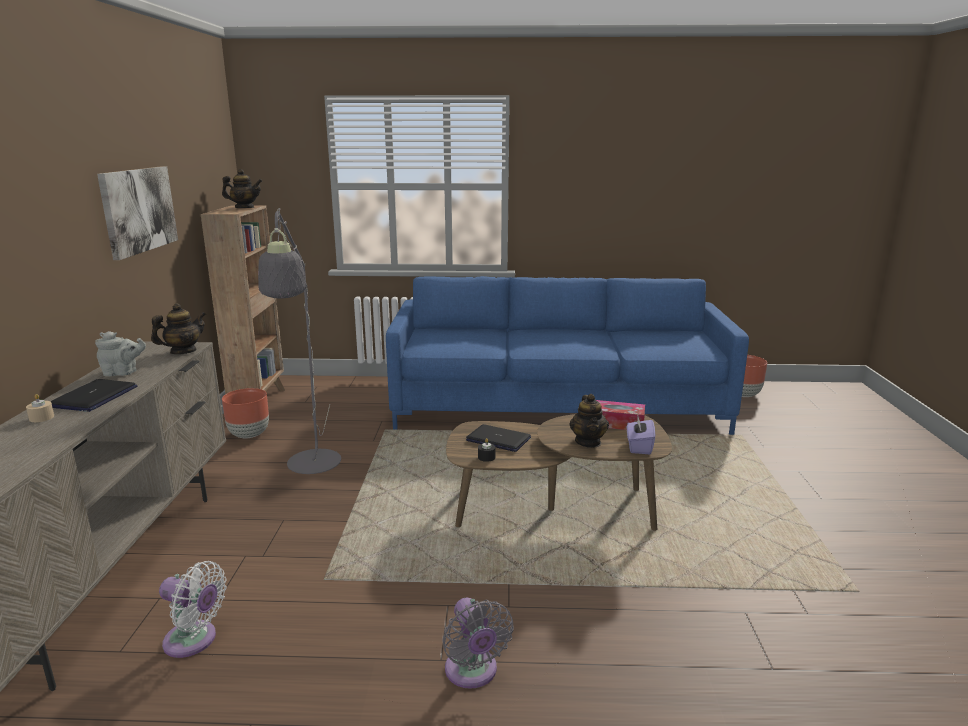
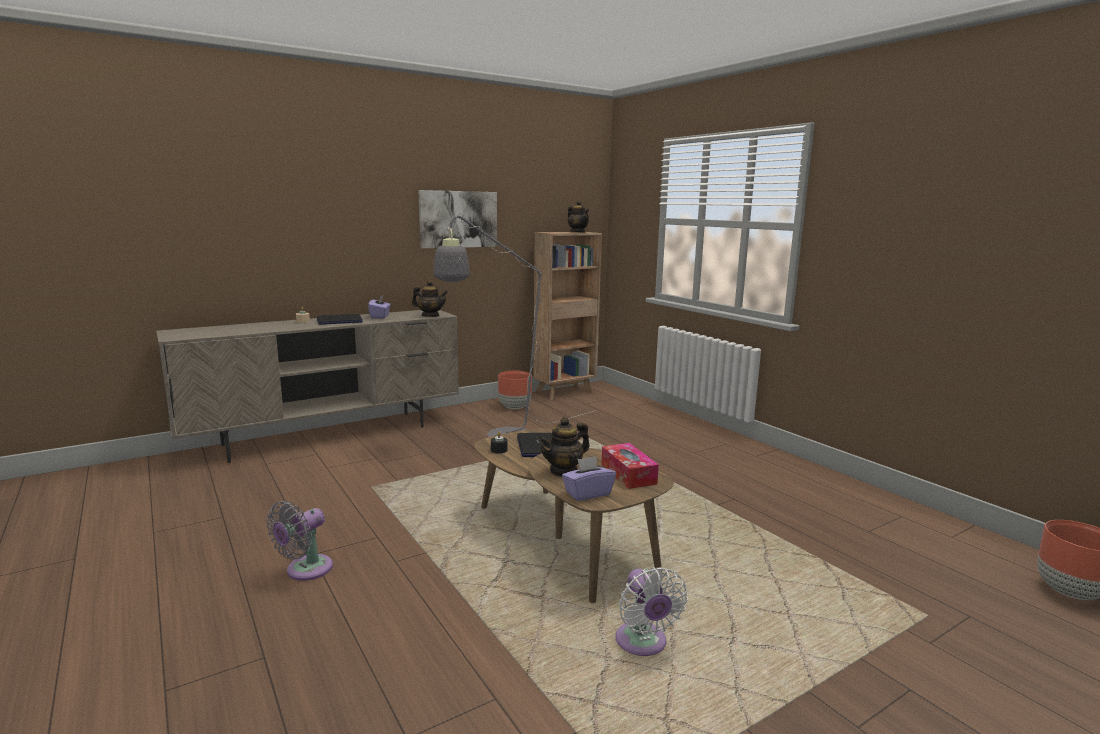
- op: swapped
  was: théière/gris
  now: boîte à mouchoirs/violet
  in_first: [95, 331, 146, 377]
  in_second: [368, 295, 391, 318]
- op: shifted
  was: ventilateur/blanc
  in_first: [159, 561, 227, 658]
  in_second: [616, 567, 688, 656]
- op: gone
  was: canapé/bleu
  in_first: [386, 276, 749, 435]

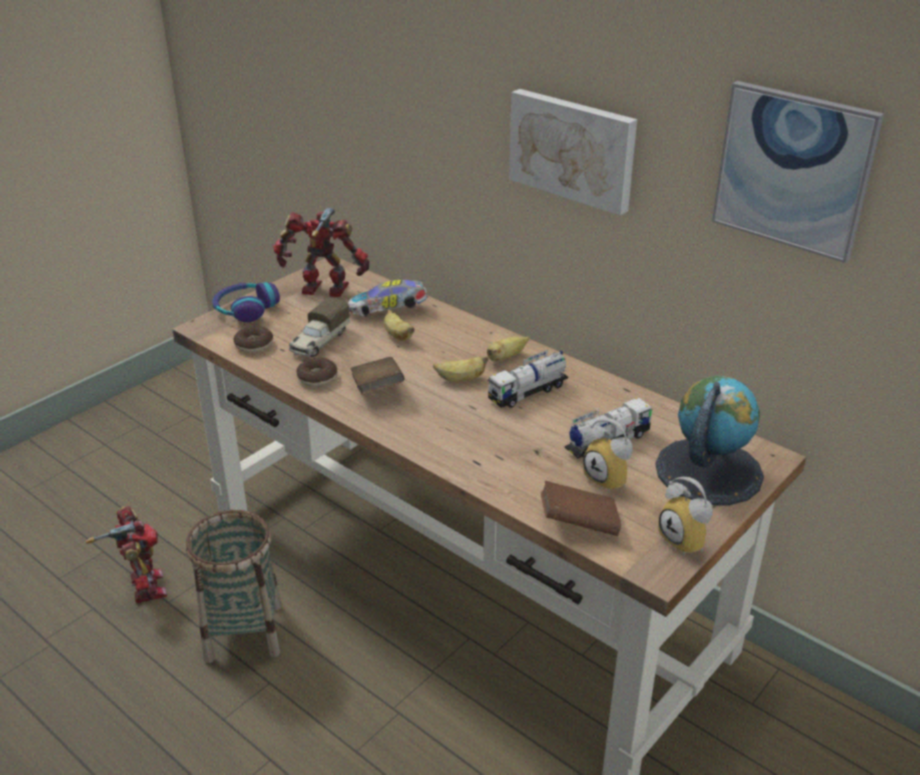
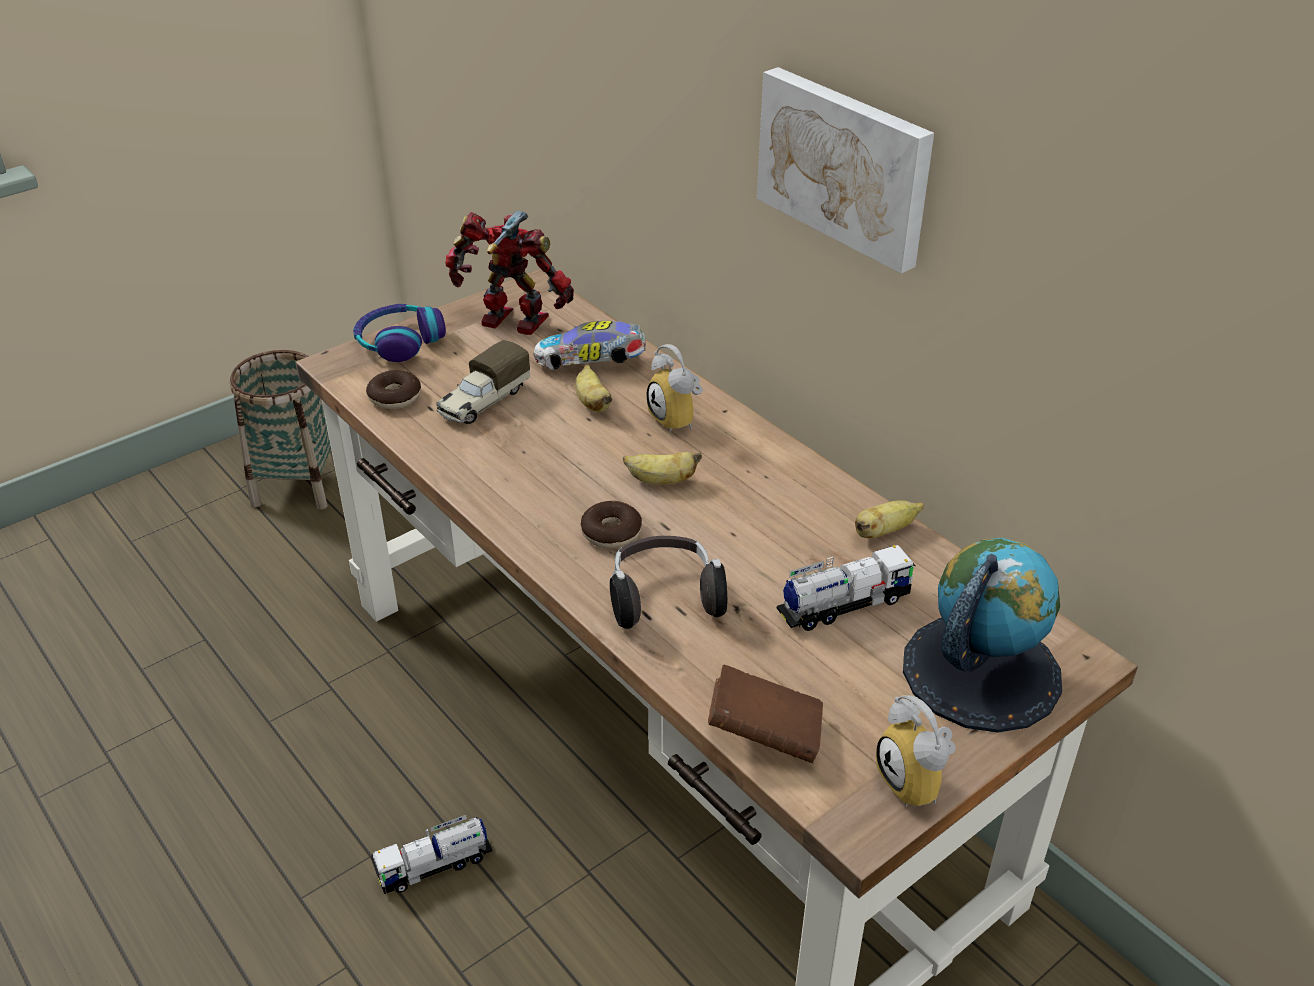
- op: shifted
  was: panier
  in_first: [186, 510, 282, 663]
  in_second: [230, 350, 335, 510]
- op: shifted
  was: camion jouet
  in_first: [488, 350, 568, 408]
  in_second: [370, 815, 493, 894]
- op: shifted
  was: beignet
  in_first: [296, 357, 338, 387]
  in_second: [581, 501, 642, 549]
- op: new
  now: casque audio
  in_second: [610, 536, 727, 629]
- op: shifted
  was: réveil
  in_first: [583, 418, 633, 493]
  in_second: [647, 344, 703, 433]
- op: shifted
  was: banane
  in_first: [487, 336, 529, 361]
  in_second: [855, 500, 924, 538]
- op: gone
  was: robot jouet
  in_first: [86, 506, 167, 603]
- op: gone
  was: livre/marron
  in_first: [351, 357, 405, 395]
- op: gone
  was: tableau
  in_first: [712, 81, 884, 263]

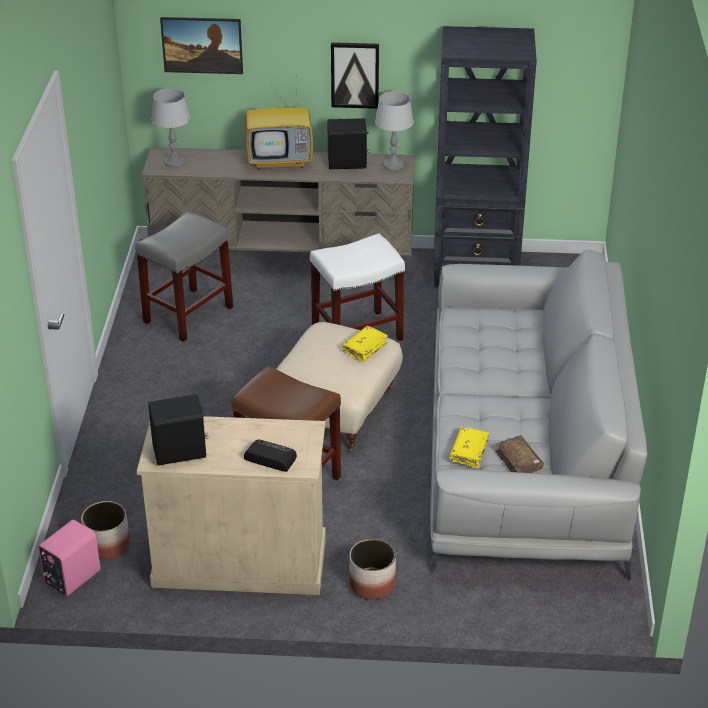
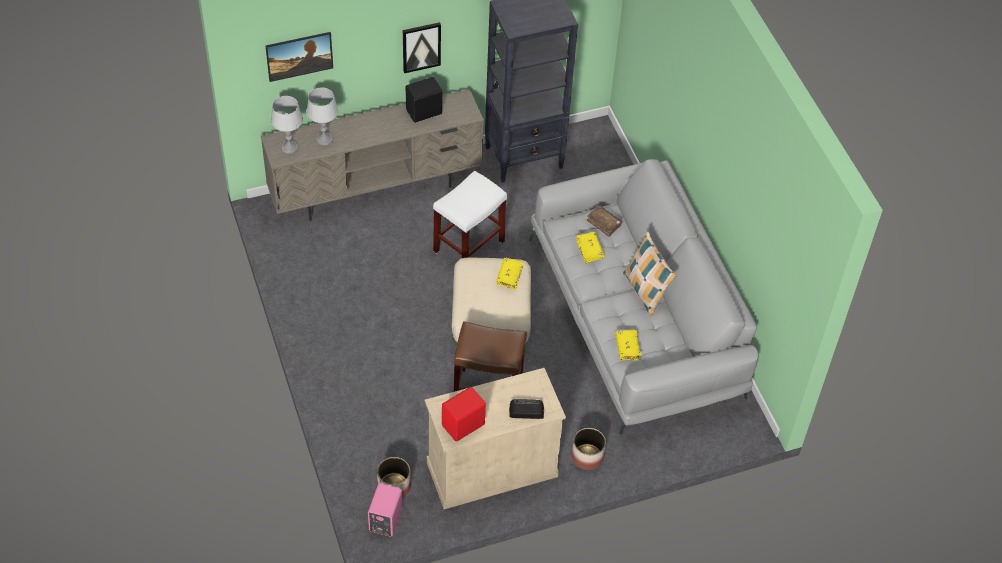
- op: shifted
  was: lampe de table/gris
  in_first: [375, 91, 414, 171]
  in_second: [306, 87, 338, 146]
- op: repainted
  was: enceinte/noir
  now: enceinte/rouge
  in_first: [148, 394, 209, 465]
  in_second: [442, 387, 486, 442]
- op: new
  now: livre/jaune
  in_second: [576, 232, 605, 264]
- op: shifted
  was: livre/marron
  in_first: [495, 436, 544, 473]
  in_second: [587, 206, 622, 237]
- op: new
  now: coussin
  in_second: [623, 231, 676, 316]
- op: gone
  was: tabouret/gris
  in_first: [135, 212, 233, 342]
- op: gone
  was: téléviseur
  in_first: [245, 83, 313, 170]

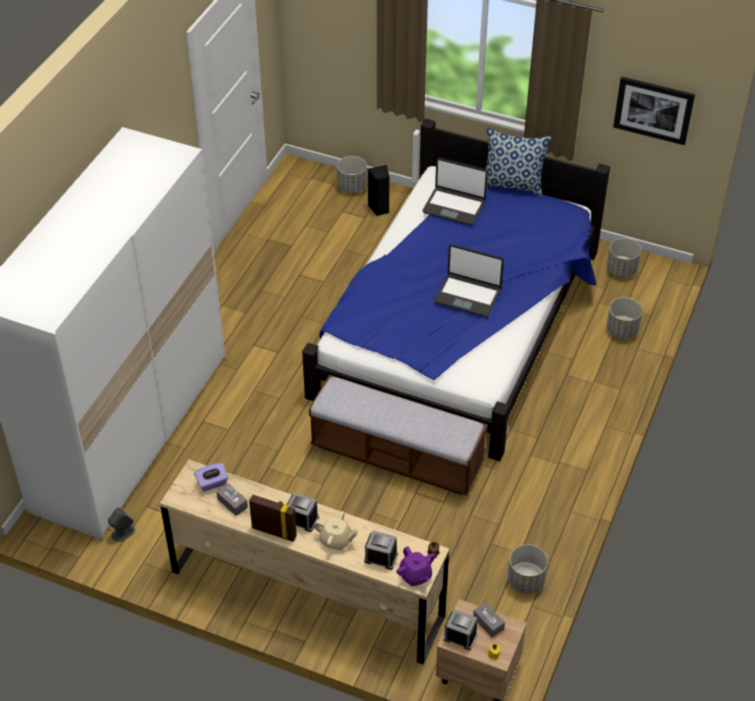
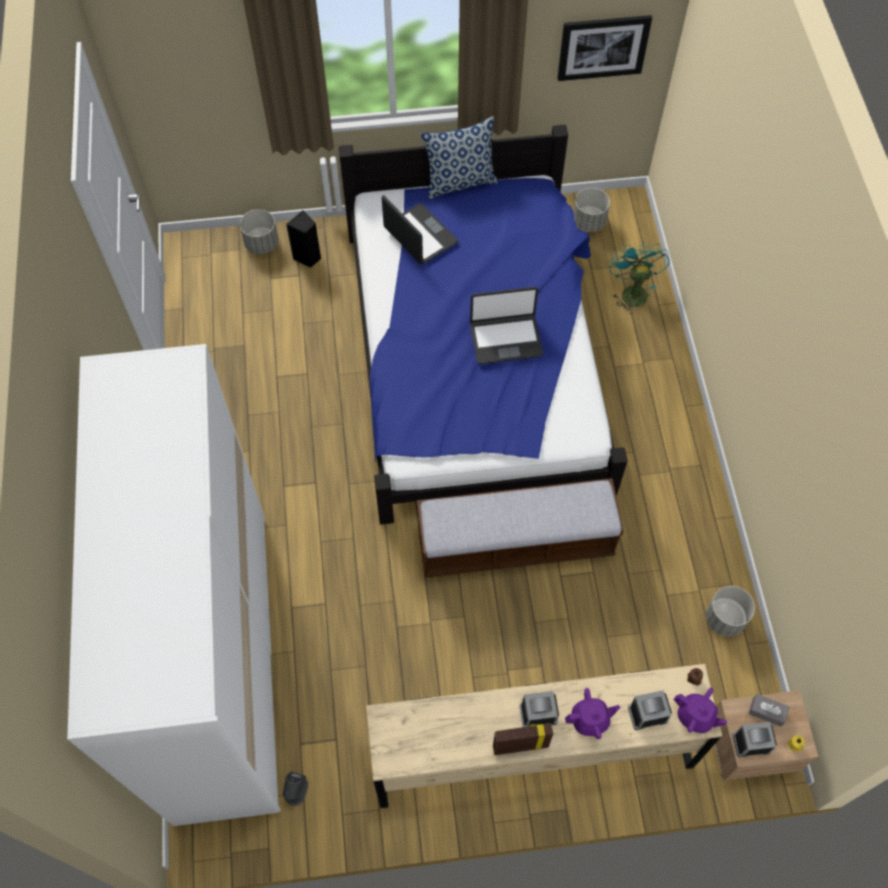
- op: rotated
  was: ordinateur portable
  in_first: [422, 158, 488, 225]
  in_second: [382, 195, 458, 264]
  clockwise: -120
- op: repainted
  was: théière/beige
  now: théière/violet
  in_first: [314, 511, 358, 550]
  in_second: [565, 688, 620, 739]
- op: swapped
  was: cache-pot/gris
  now: ventilateur/turquoise
  in_first: [607, 297, 643, 339]
  in_second: [610, 243, 670, 314]
- op: gone
  was: boîte à mouchoirs/violet
  in_first: [194, 463, 228, 492]
- op: gone
  was: boîte à mouchoirs/gris
  in_first: [217, 483, 248, 516]

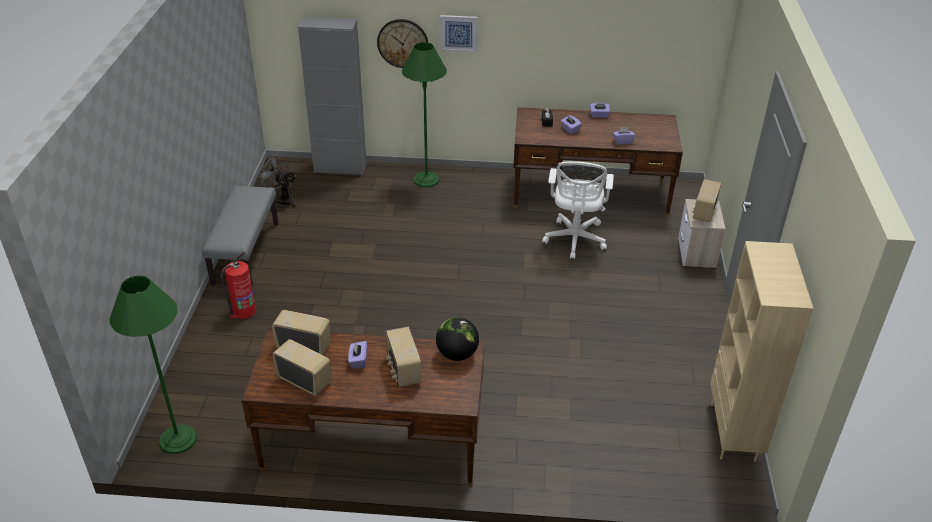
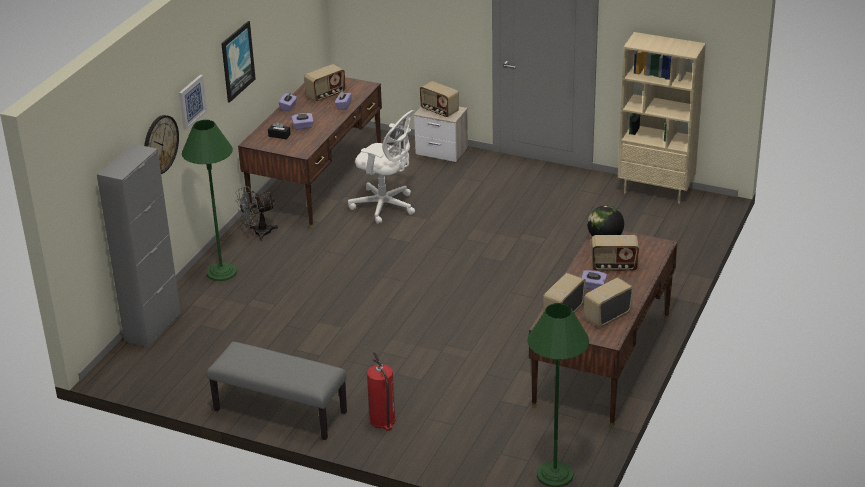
- op: new
  now: tableau
  in_second: [221, 21, 256, 103]
- op: shifted
  was: ventilateur/gris
  in_first: [257, 152, 296, 208]
  in_second: [235, 186, 278, 241]
- op: new
  now: radio
  in_second: [304, 64, 345, 101]

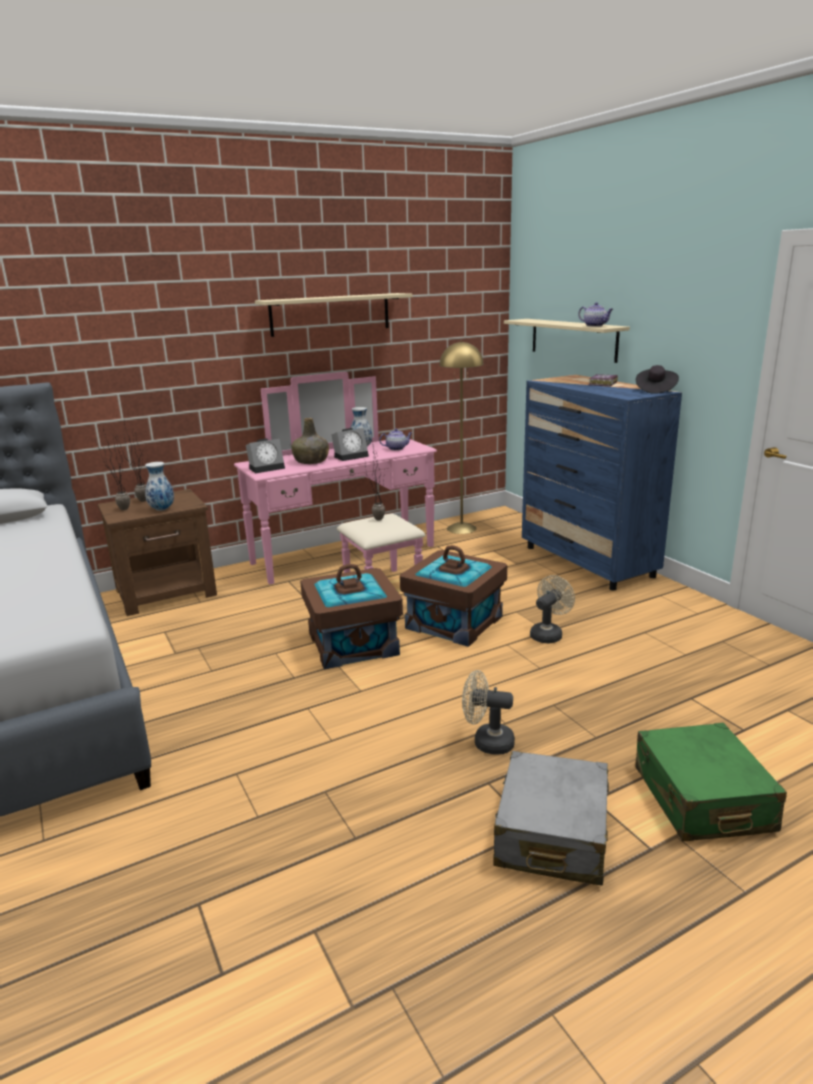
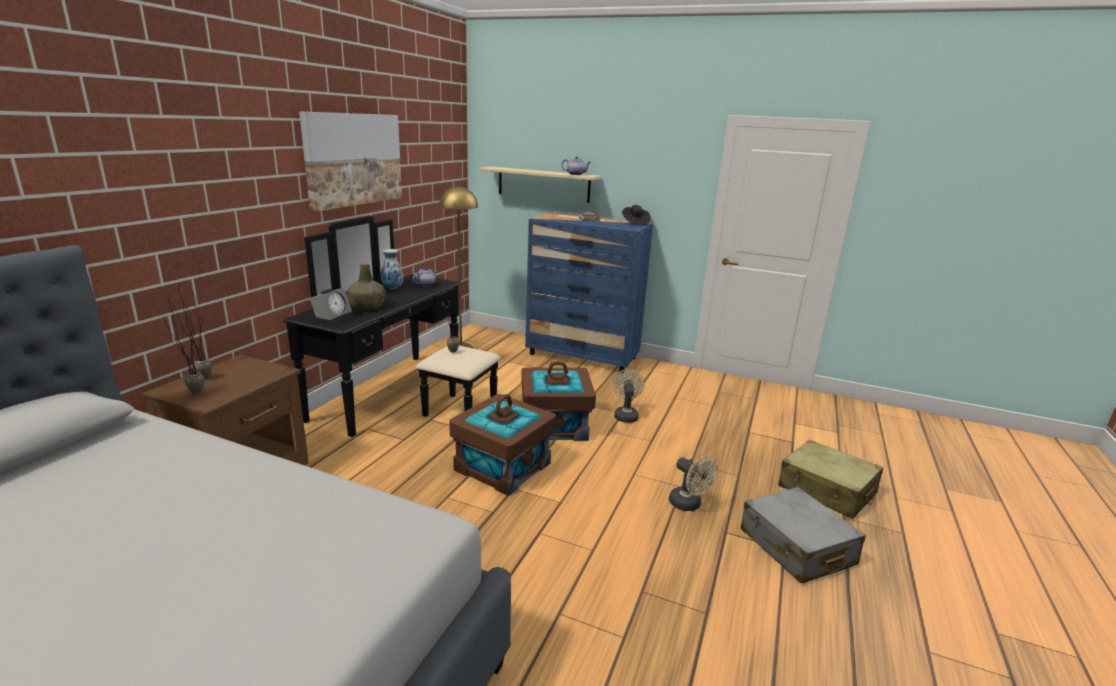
- op: repainted
  was: commode/rose
  now: commode/noir
  in_first: [234, 372, 437, 585]
  in_second: [284, 216, 500, 437]
- op: swapped
  was: étagère/beige
  now: tableau
  in_first: [255, 293, 413, 337]
  in_second: [299, 111, 402, 212]
- op: rotated
  was: ventilateur/beige
  in_first: [462, 670, 515, 755]
  in_second: [669, 455, 718, 511]
  clockwise: -105
- op: repainted
  was: valise/vert
  now: valise/beige
  in_first: [635, 723, 787, 841]
  in_second: [778, 440, 883, 519]
- op: gone
  was: vase
  in_first: [145, 462, 174, 511]
- op: gone
  was: réveil
  in_first: [331, 428, 369, 461]

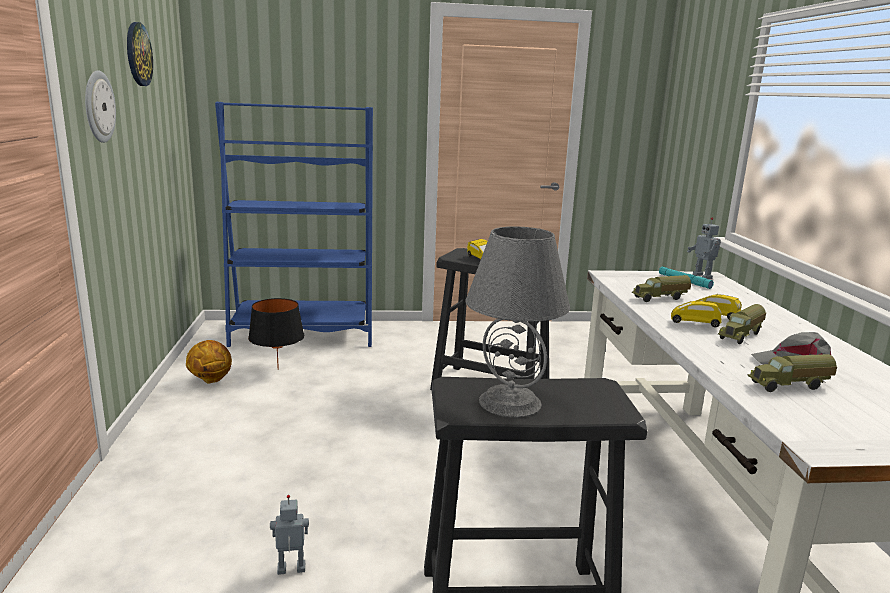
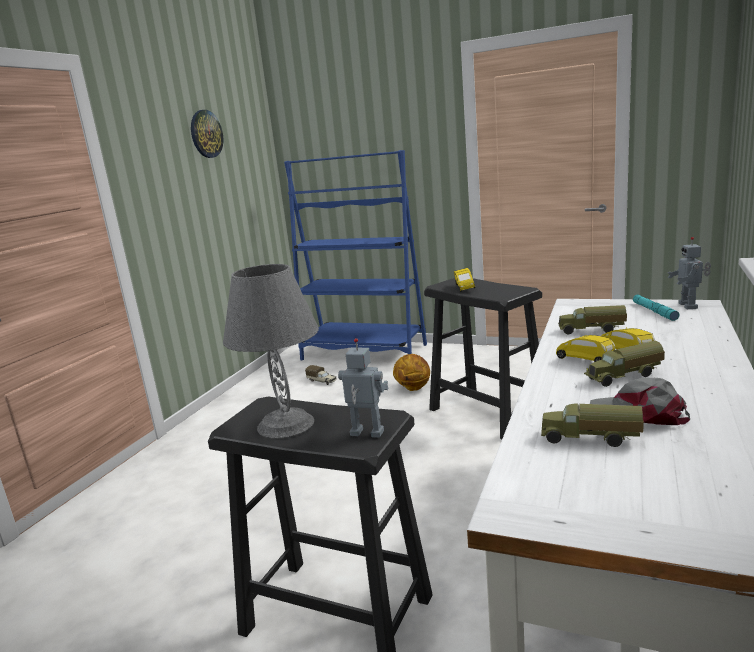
- op: swapped
  was: lampe de table/noir
  now: camion jouet
  in_first: [248, 298, 305, 370]
  in_second: [305, 365, 337, 385]
- op: shifted
  was: robot jouet
  in_first: [270, 495, 309, 575]
  in_second: [338, 338, 388, 438]
- op: shifted
  was: ballon de basket
  in_first: [186, 340, 232, 384]
  in_second: [393, 354, 430, 391]
- op: gone
  was: horloge murale
  in_first: [85, 70, 116, 143]

